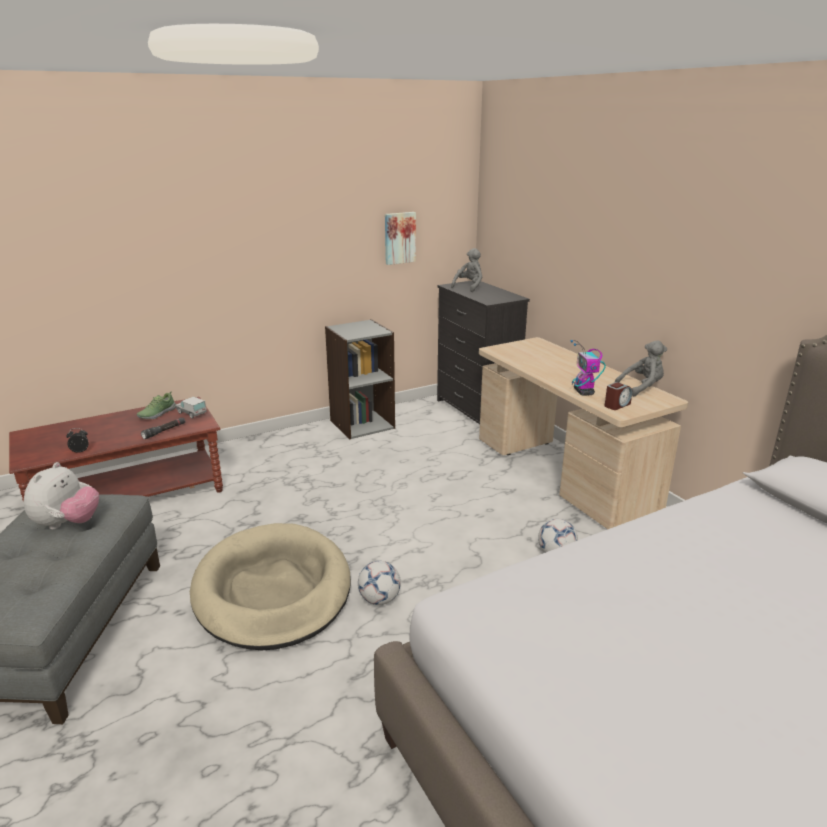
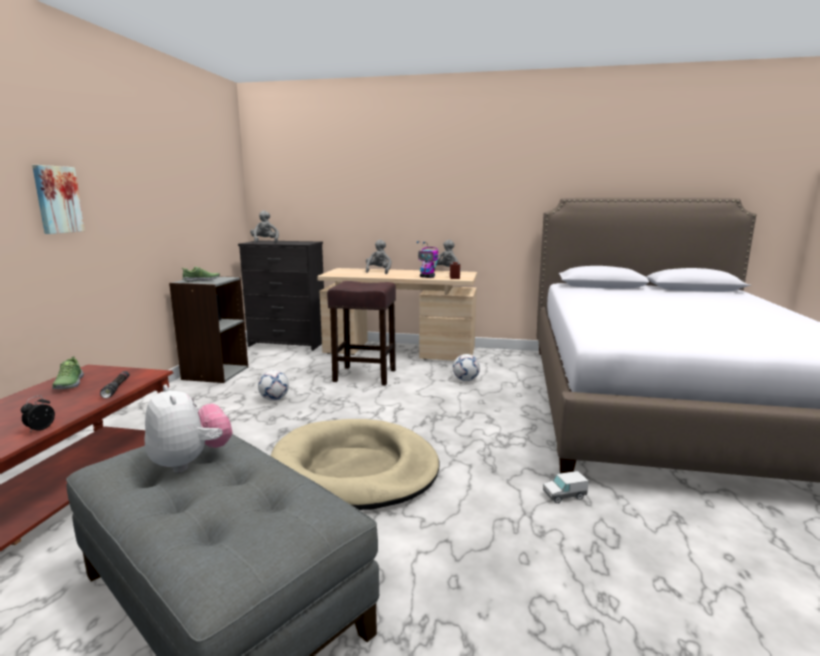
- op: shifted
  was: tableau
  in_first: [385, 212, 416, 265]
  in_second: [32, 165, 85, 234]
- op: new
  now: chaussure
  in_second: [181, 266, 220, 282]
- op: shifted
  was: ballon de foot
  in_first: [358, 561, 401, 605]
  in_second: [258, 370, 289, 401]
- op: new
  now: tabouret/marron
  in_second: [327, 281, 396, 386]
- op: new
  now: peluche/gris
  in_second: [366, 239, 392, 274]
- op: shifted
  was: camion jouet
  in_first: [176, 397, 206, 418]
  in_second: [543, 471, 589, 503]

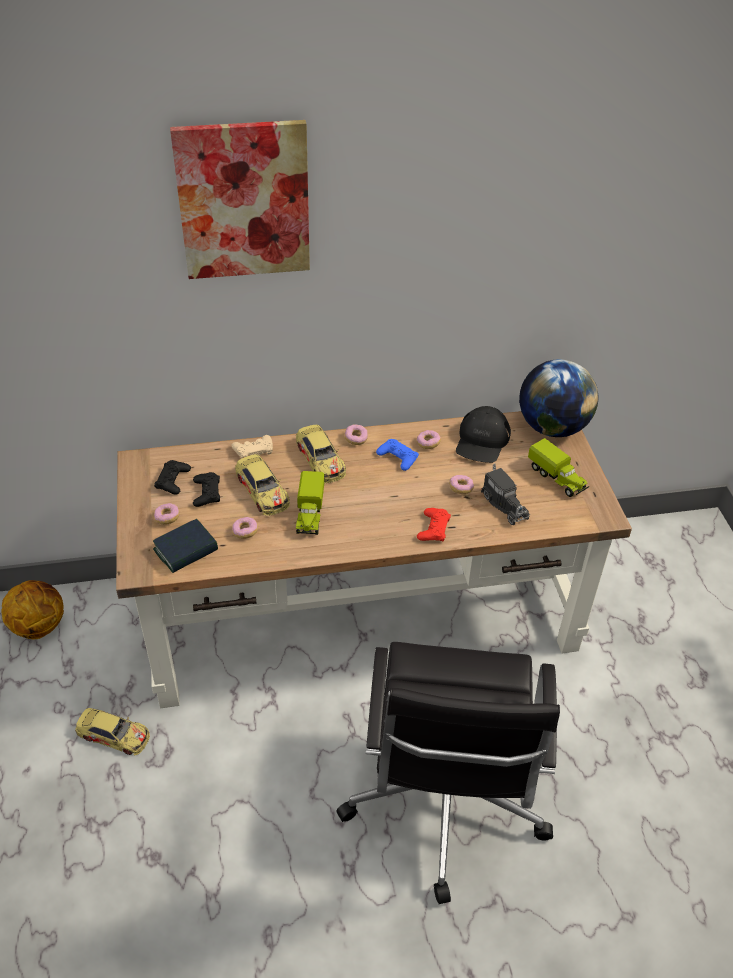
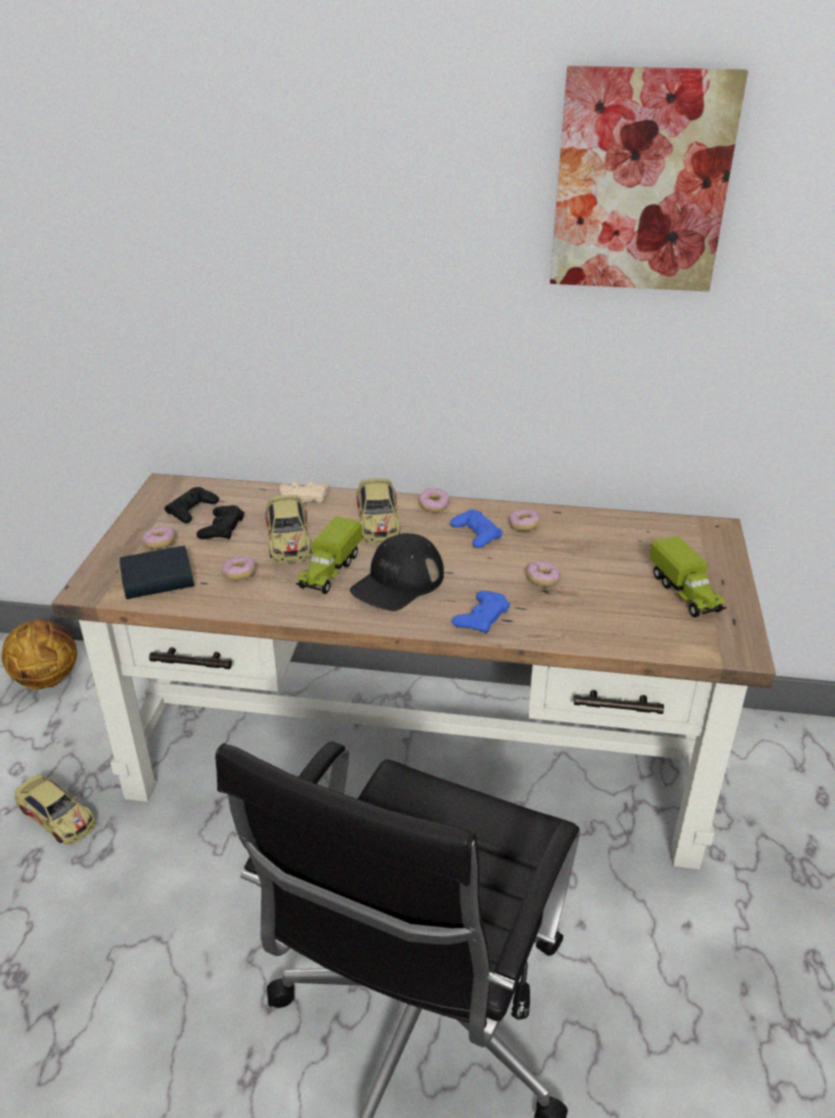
- op: shifted
  was: casquette/noir
  in_first: [456, 406, 511, 463]
  in_second: [350, 533, 444, 611]
- op: repainted
  was: manette/rouge
  now: manette/bleu
  in_first: [417, 508, 451, 541]
  in_second: [452, 591, 510, 634]
- op: shifted
  was: tableau
  in_first: [170, 120, 310, 279]
  in_second: [550, 66, 748, 292]
- op: gone
  was: camion jouet
  in_first: [481, 464, 530, 525]
- op: gone
  was: globe
  in_first: [519, 359, 598, 437]

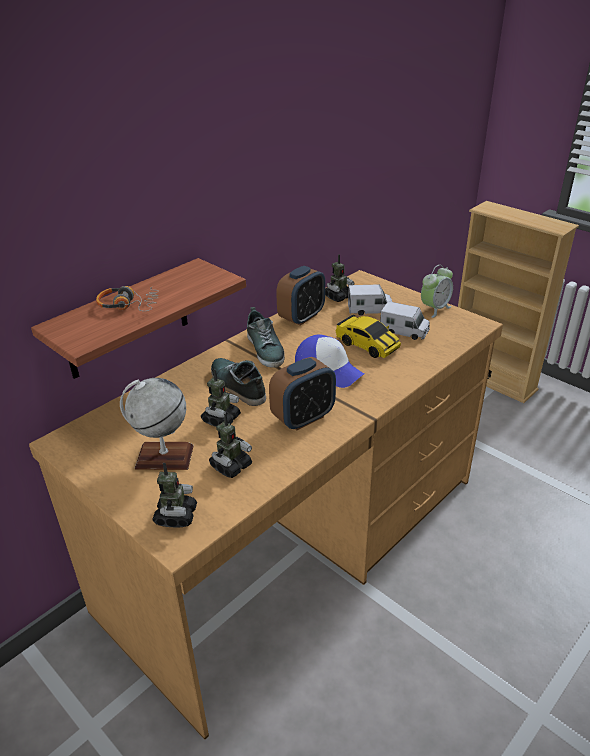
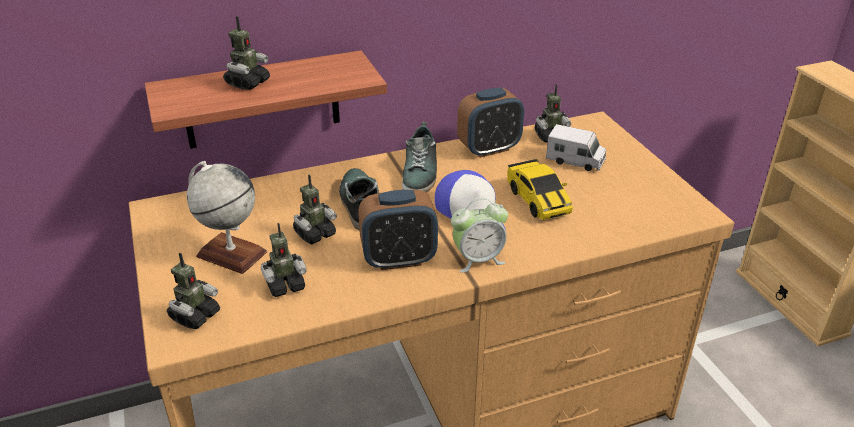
- op: swapped
  was: casque audio
  now: robot jouet
  in_first: [96, 286, 159, 311]
  in_second: [223, 16, 270, 90]
- op: shifted
  was: réveil
  in_first: [421, 265, 453, 318]
  in_second: [451, 198, 508, 273]
- op: gone
  was: camion jouet
  in_first: [380, 301, 430, 340]

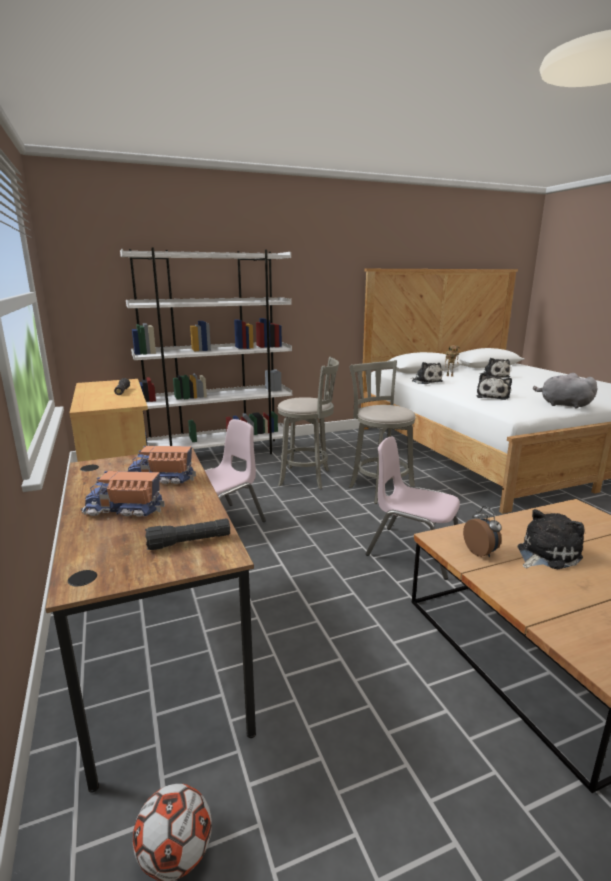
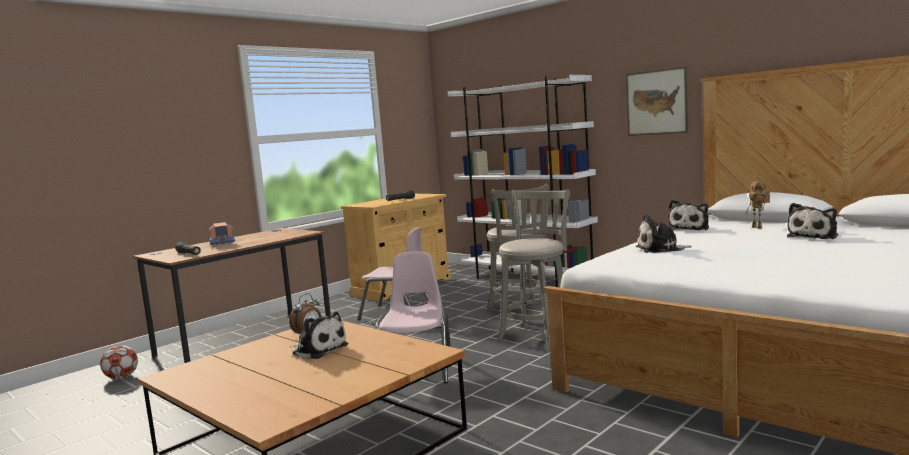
- op: new
  now: tableau
  in_second: [626, 66, 688, 136]
- op: gone
  was: camion jouet
  in_first: [128, 446, 196, 484]
- op: gone
  was: peluche/gris
  in_first: [533, 373, 597, 408]

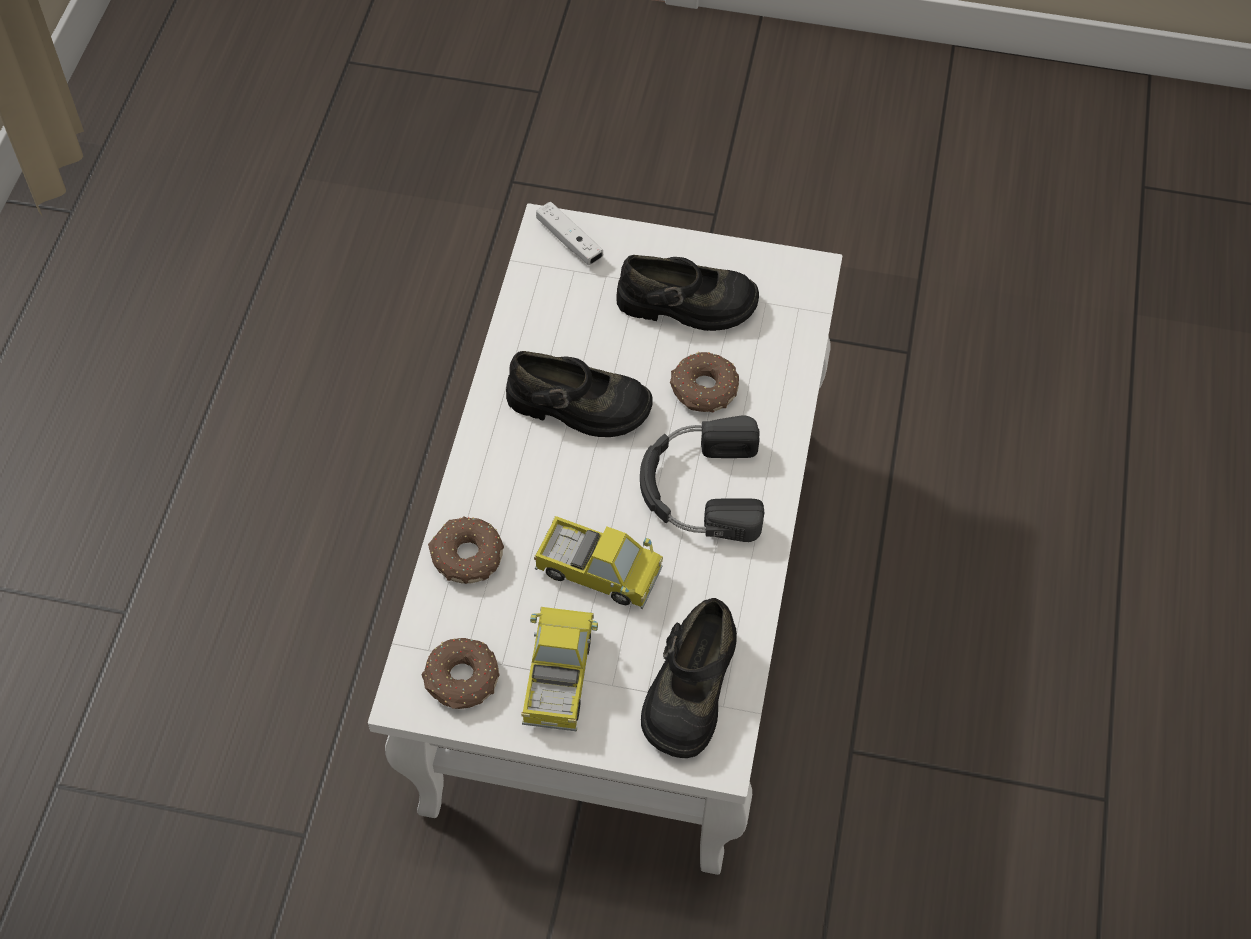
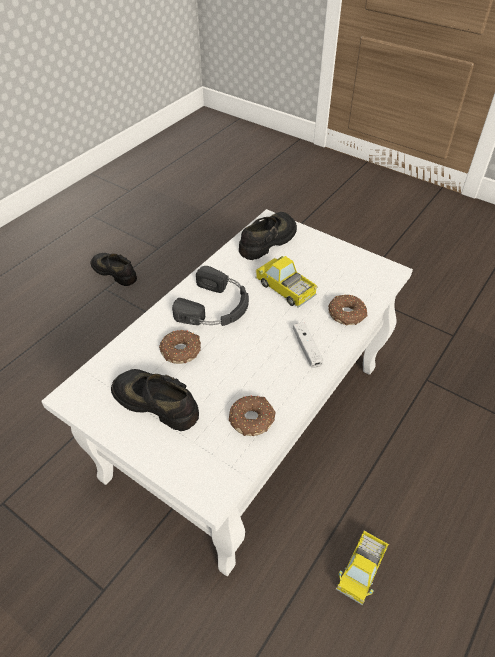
- op: shifted
  was: chaussure/noir
  in_first: [506, 351, 653, 437]
  in_second: [90, 253, 137, 286]
- op: shifted
  was: beignet
  in_first: [421, 638, 500, 709]
  in_second: [229, 395, 276, 436]
- op: shifted
  was: manette/blanc
  in_first: [536, 202, 603, 265]
  in_second: [293, 322, 323, 368]
- op: shifted
  was: camion jouet
  in_first: [521, 607, 598, 731]
  in_second: [336, 530, 389, 606]

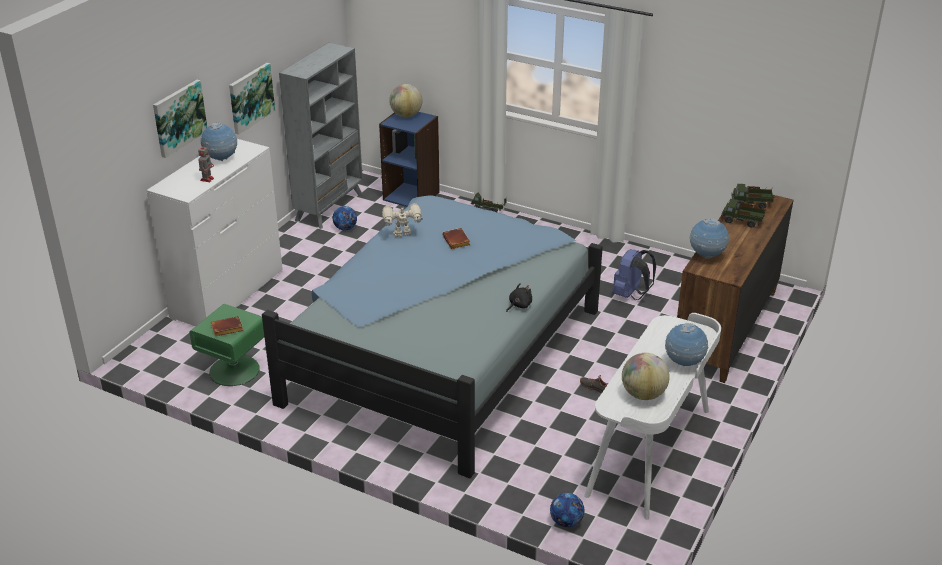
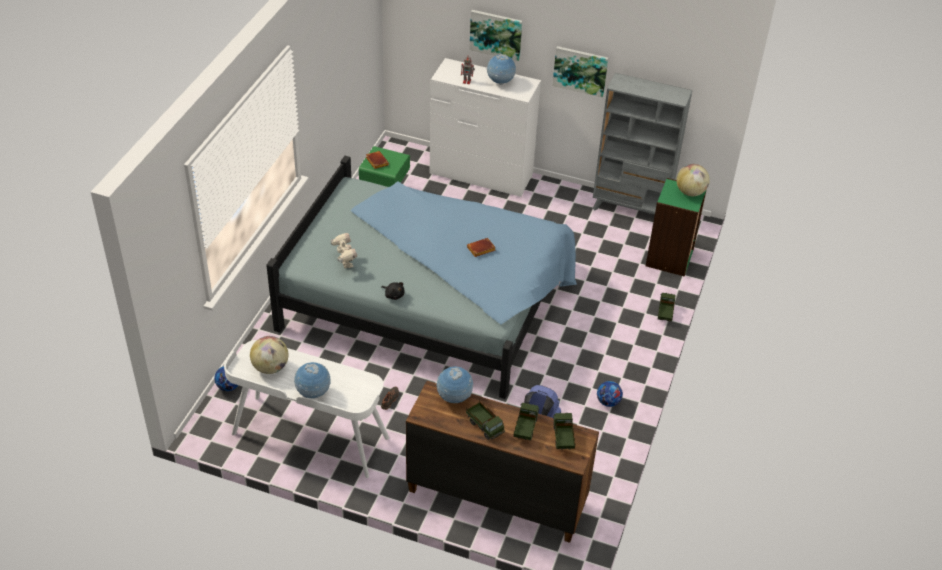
- op: shifted
  was: robot jouet
  in_first: [382, 203, 423, 237]
  in_second: [331, 233, 357, 268]
- op: new
  now: camion jouet
  in_second: [466, 402, 505, 440]
- op: shifted
  was: ballon de foot
  in_first: [333, 206, 357, 230]
  in_second: [597, 381, 623, 407]
- op: repainted
  was: bibliothèque/bleu
  now: bibliothèque/vert
  in_first: [379, 112, 440, 207]
  in_second: [646, 178, 707, 277]

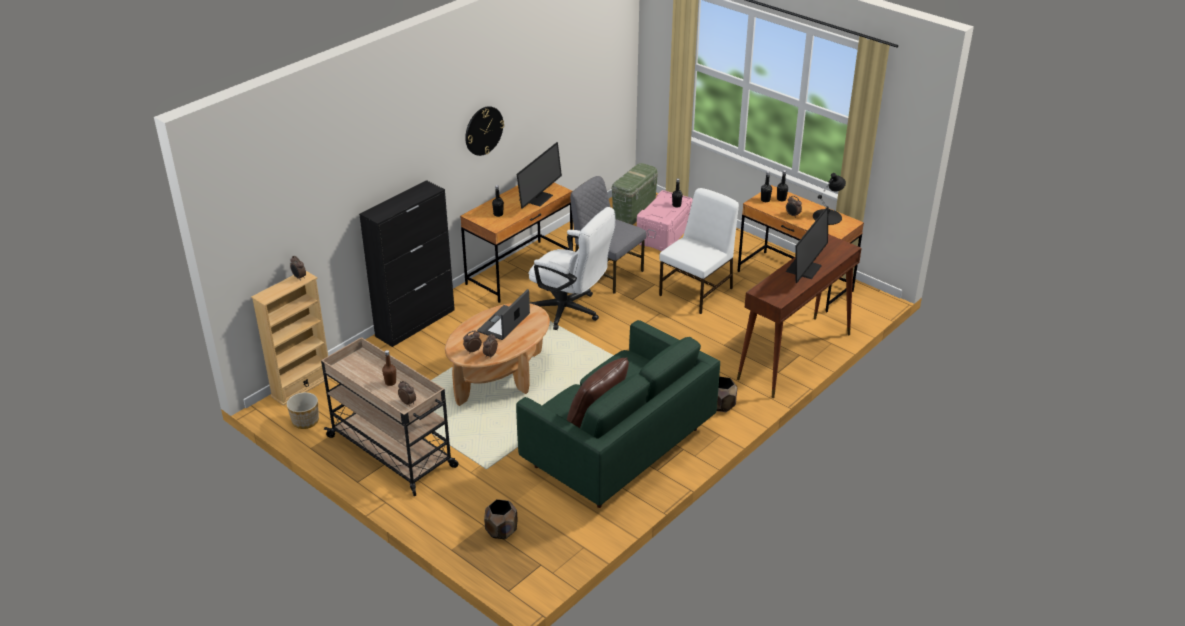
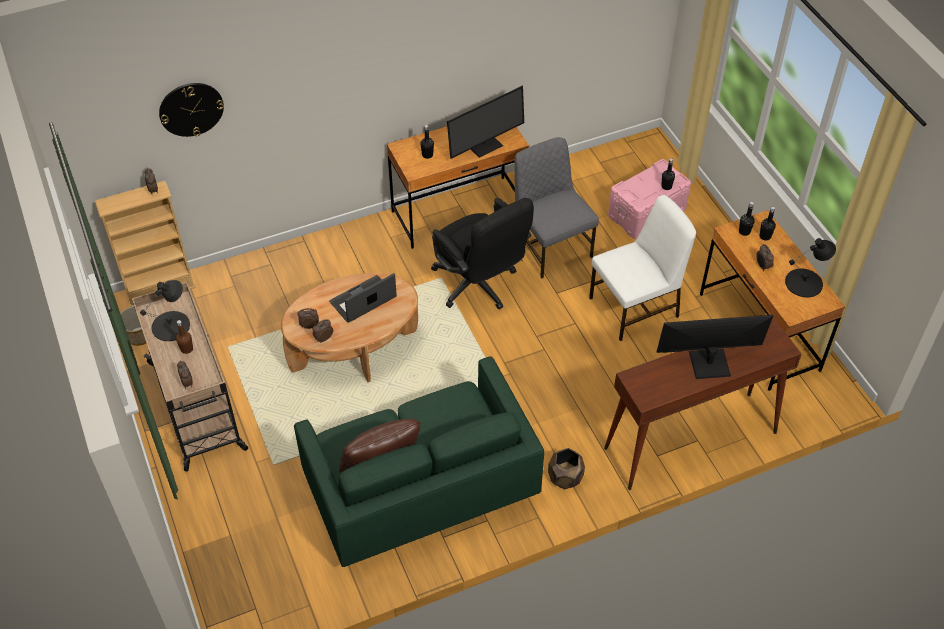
- op: new
  now: lampe de table/noir
  in_second: [140, 280, 190, 341]
- op: shifted
  was: horloge murale
  in_first: [465, 106, 504, 156]
  in_second: [159, 83, 224, 137]
- op: repainted
  was: chaise de bureau/blanc
  now: chaise de bureau/noir
  in_first: [528, 207, 616, 330]
  in_second: [431, 198, 534, 309]
- op: rotated
  was: écran d'ordinateur
  in_first: [786, 206, 828, 284]
  in_second: [657, 315, 773, 379]
  clockwise: -150
- op: gone
  was: meuble de rangement/noir
  in_first: [359, 180, 455, 347]
- op: gone
  was: cache-pot/marron
  in_first: [484, 499, 518, 539]
- op: gone
  was: boîte de rangement/vert
  in_first: [611, 163, 658, 225]

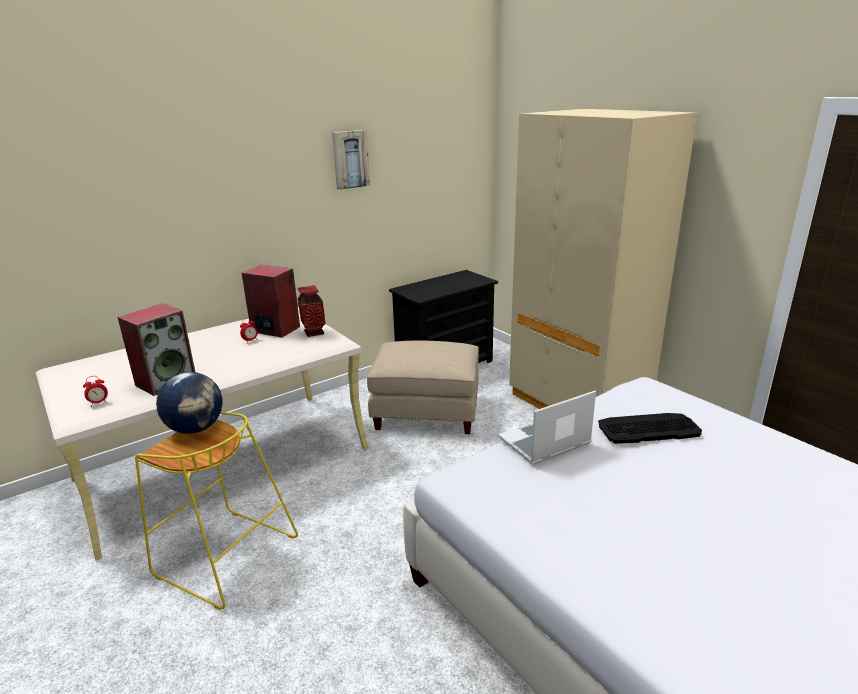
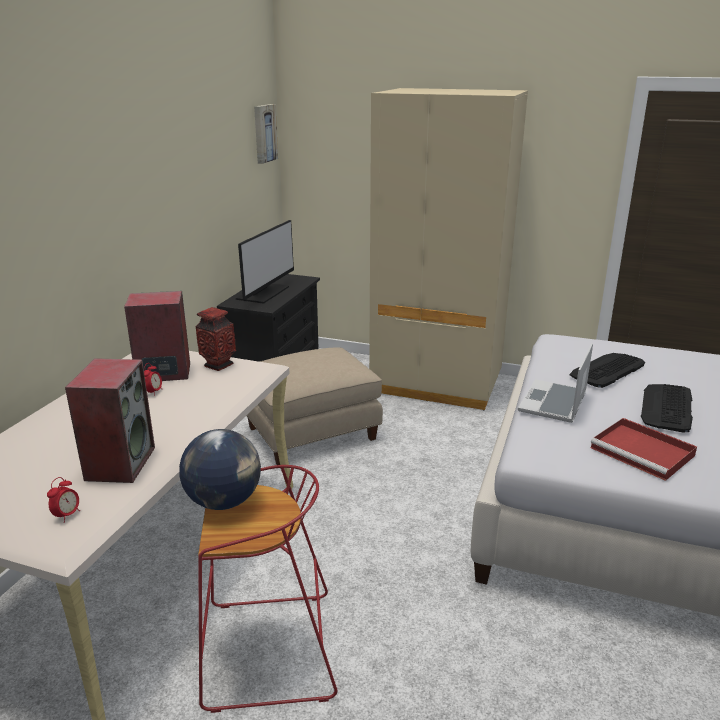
- op: repainted
  was: tabouret/jaune
  now: tabouret/rouge
  in_first: [135, 412, 298, 610]
  in_second: [198, 465, 337, 713]
- op: new
  now: écran d'ordinateur
  in_second: [236, 220, 294, 304]
- op: shifted
  was: tableau
  in_first: [332, 130, 370, 190]
  in_second: [254, 104, 278, 164]
- op: new
  now: plateau/rouge
  in_second: [591, 418, 697, 481]
- op: new
  now: clavier
  in_second: [641, 384, 693, 433]

